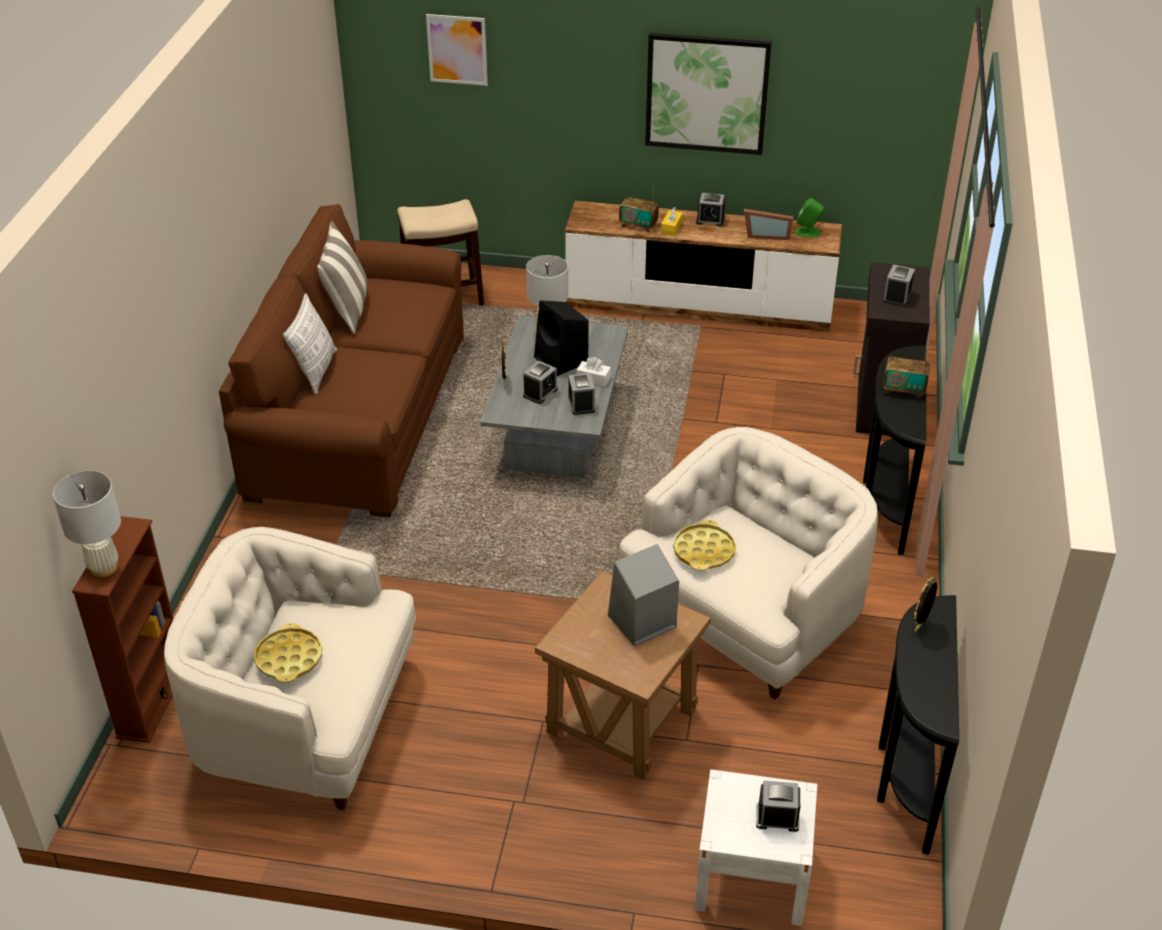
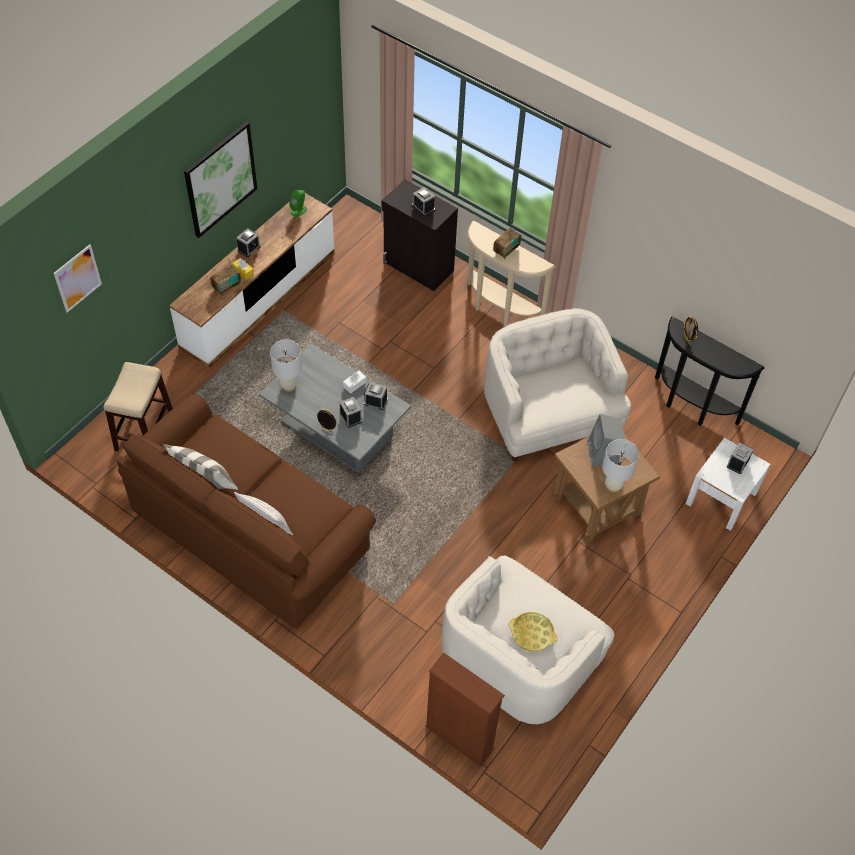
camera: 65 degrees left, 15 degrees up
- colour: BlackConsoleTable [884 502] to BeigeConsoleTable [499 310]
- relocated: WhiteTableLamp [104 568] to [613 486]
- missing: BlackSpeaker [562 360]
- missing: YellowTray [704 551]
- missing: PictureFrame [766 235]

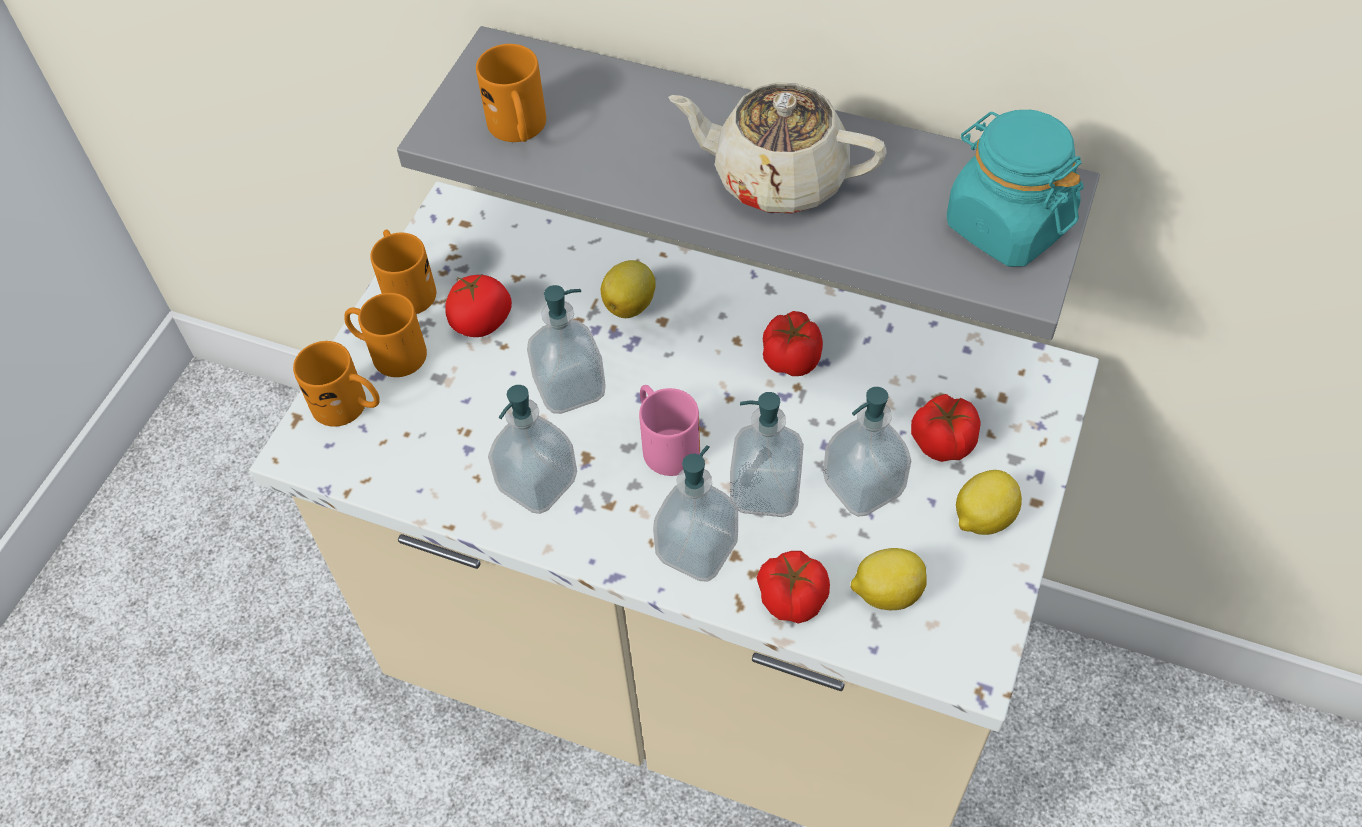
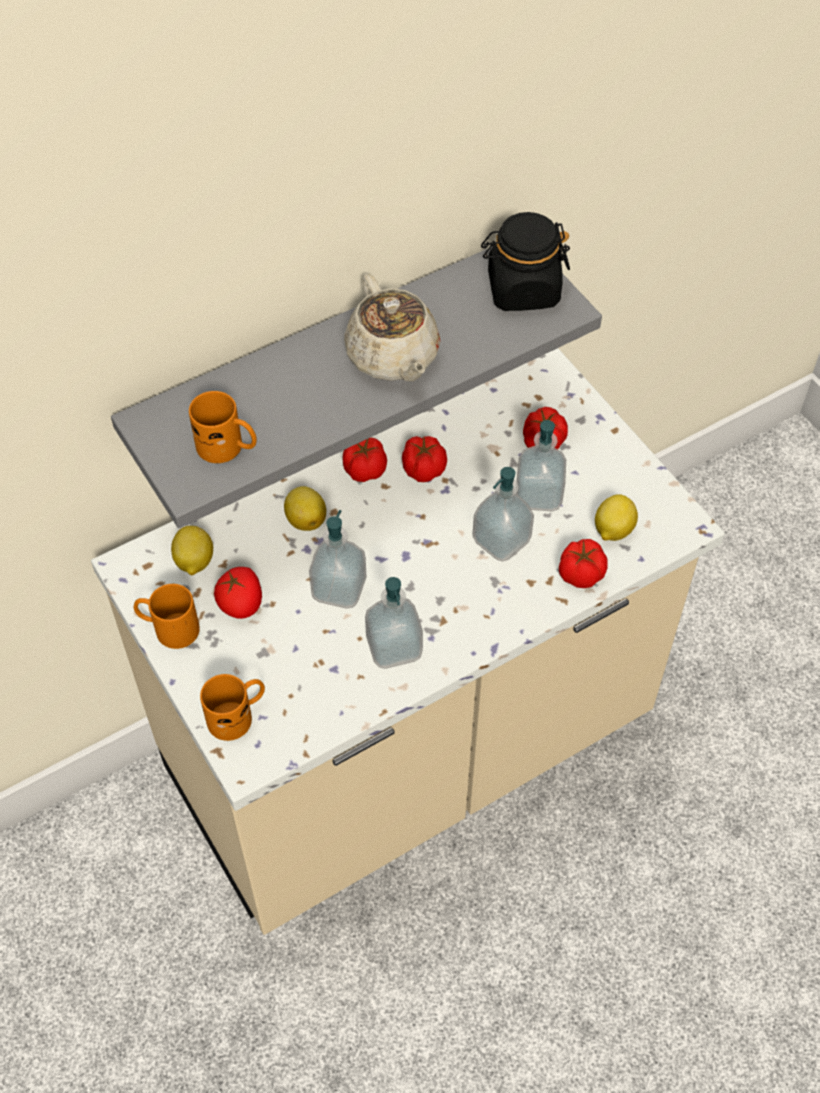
camera: 55 degrees left, 0 degrees up
- relocated: Lemon [982 518] to [194 562]
- appeared: Tomato [364 469]
- spun: BeigeTeapot [777 177] = [393 357] 75 degrees counterclockwise
- colour: TurquoiseJar [1006 225] to BlackJar [522 290]
- missing: OrangeMug [388 353]
- missing: PinkMug [664 443]
- missing: SoapDispenser [697 549]

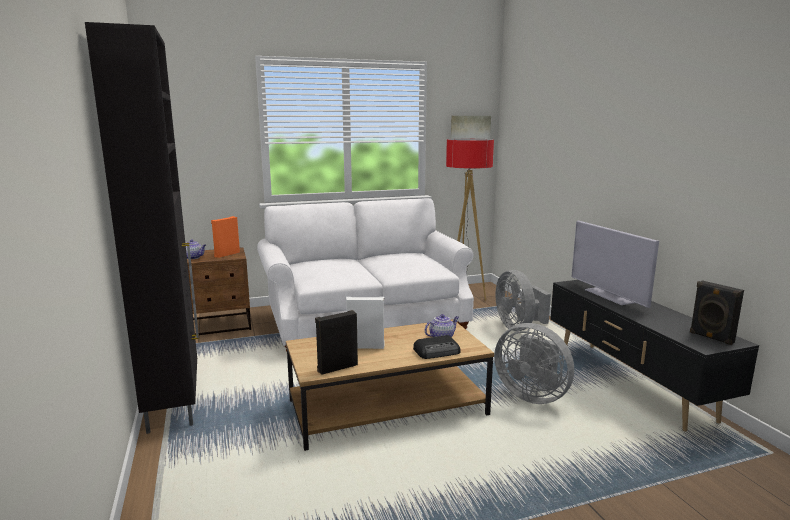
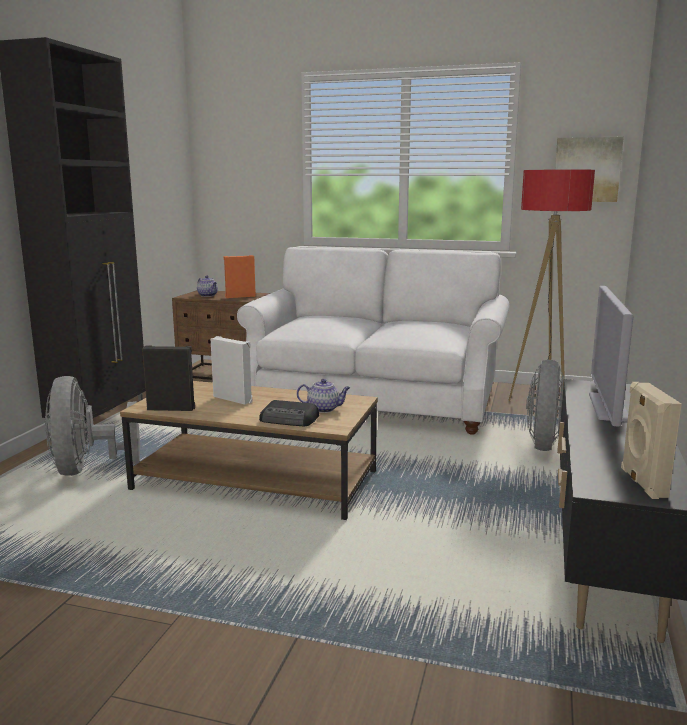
camera: 35 degrees right, 0 degrees up
- relocated: GreyFan [532 395] to [87 468]
- colour: BlackSpeaker [711 337] to BeigeSpeaker [641 483]

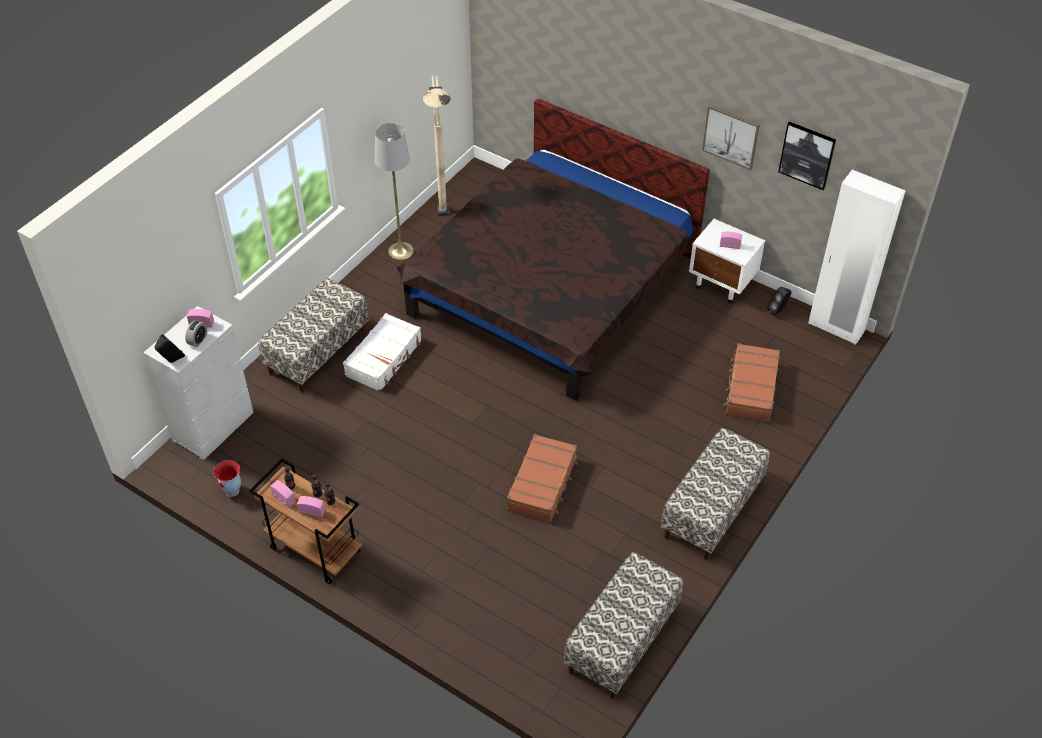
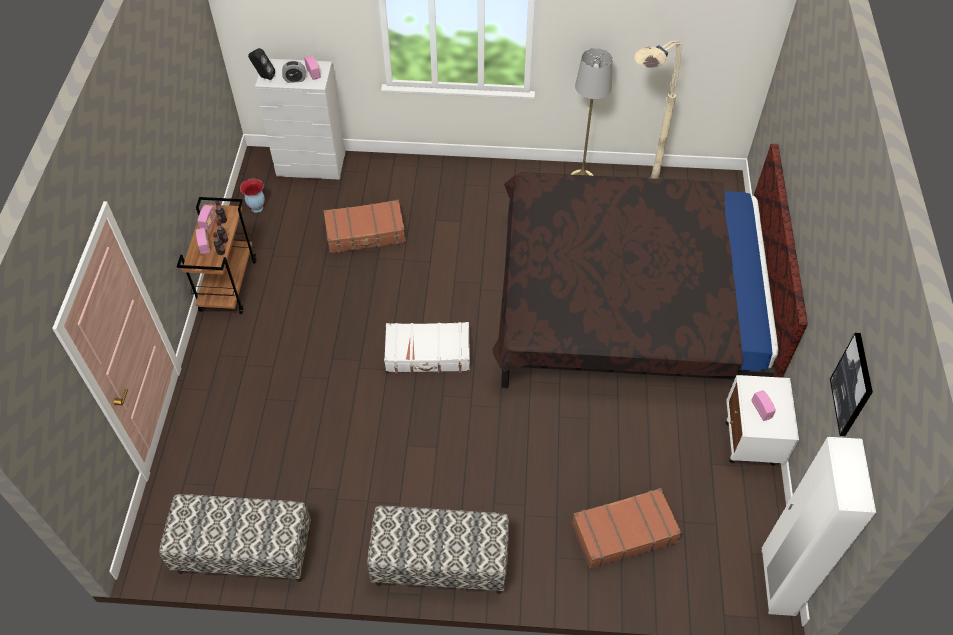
camera: 60 degrees right, 5 degrees up
- relocated: BrownSuitcase [543 484] to [365 233]
- relocated: WhiteSuitcase [384 358] to [428 354]
- missing: Bench [318 352]
- missing: Picture [731 136]
- missing: BlackSpeaker [778 311]

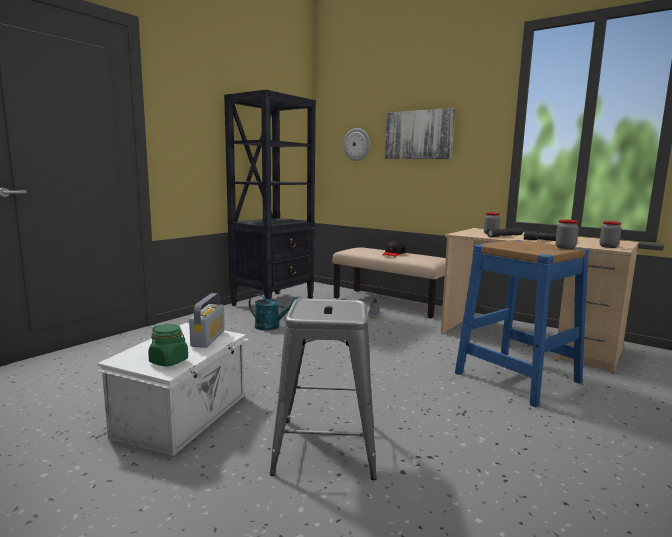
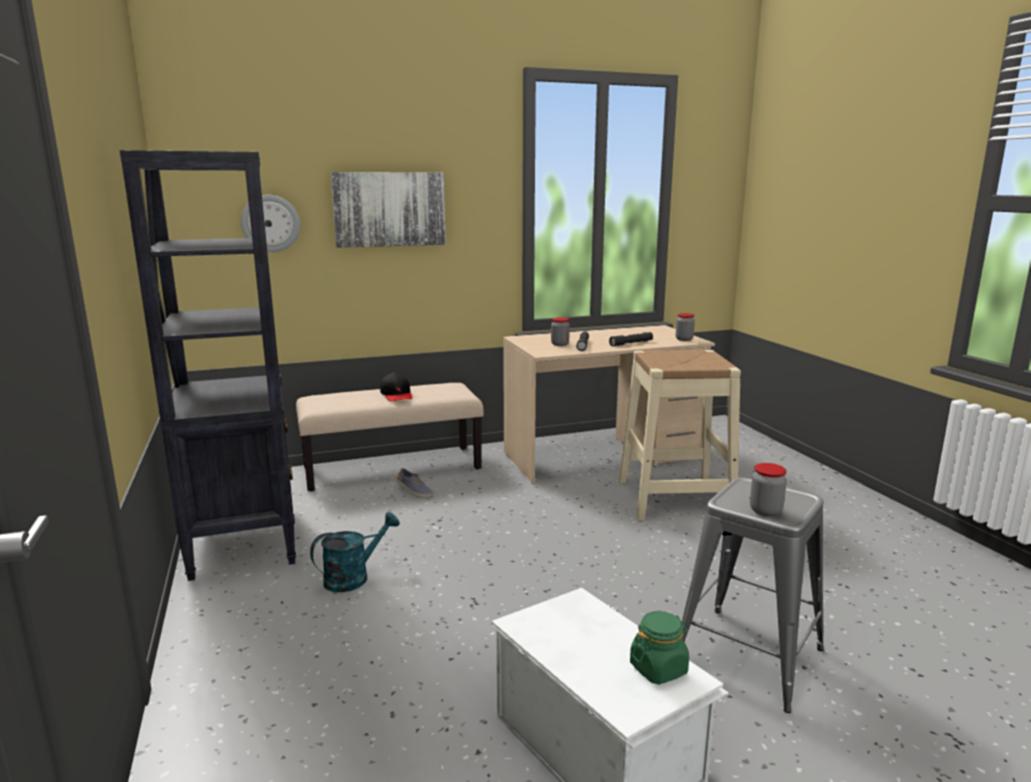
camera: 55 degrees left, 5 degrees up
- colour: BlueStool [517 377] to BeigeStool [674 498]
- relocated: Jar [565 248] to [765 511]
- missing: Radio [208 338]

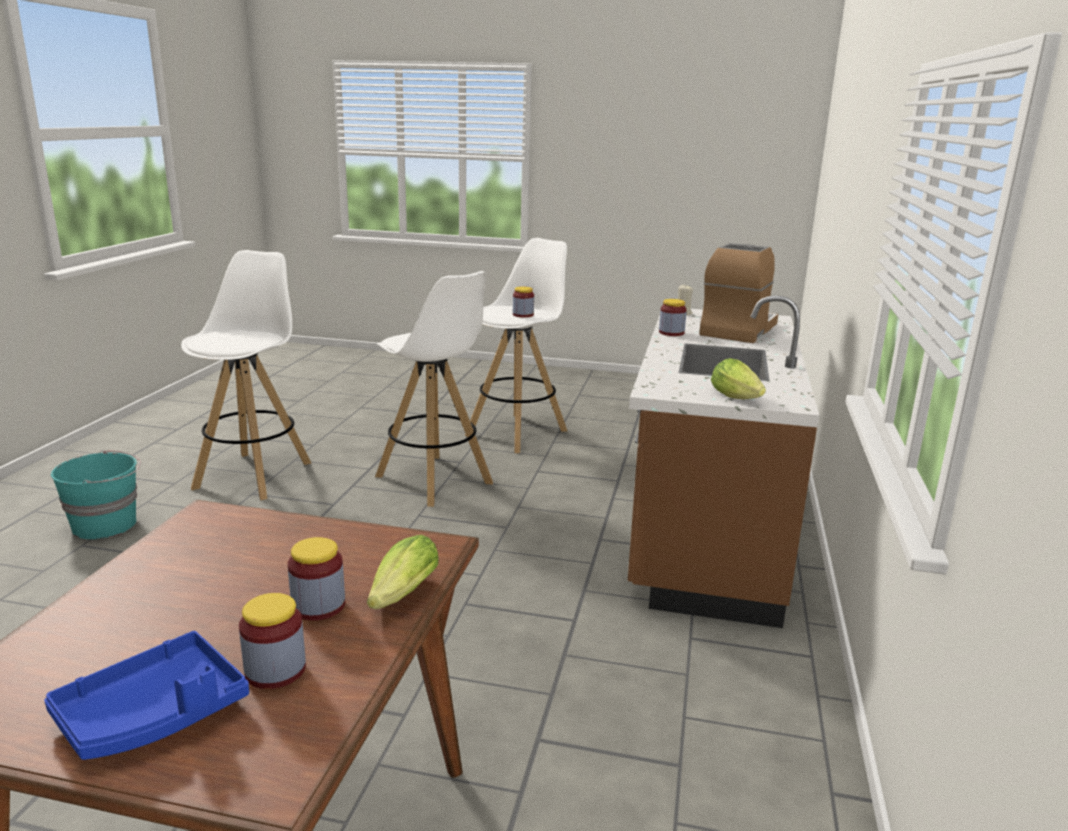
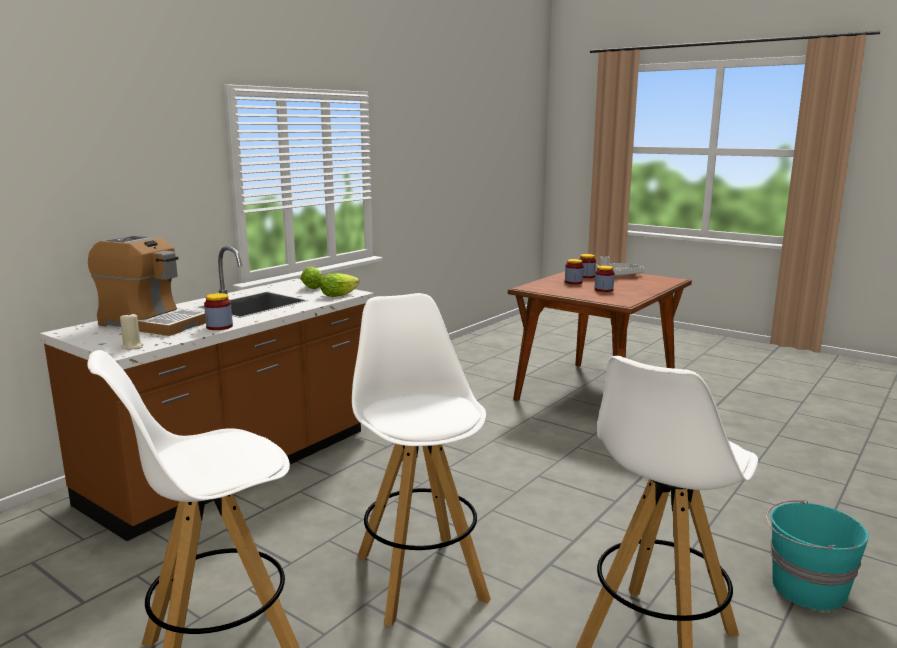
camera: 155 degrees left, 5 degrees down
- spun: CoffeeMachine [738 330] = [152 323] 120 degrees counterclockwise
- relocated: Lettuce [400 598] to [341 294]
- relocated: Jar [523 315] to [603 290]
- colour: BlueTray [154 714] to GreyTray [617 275]

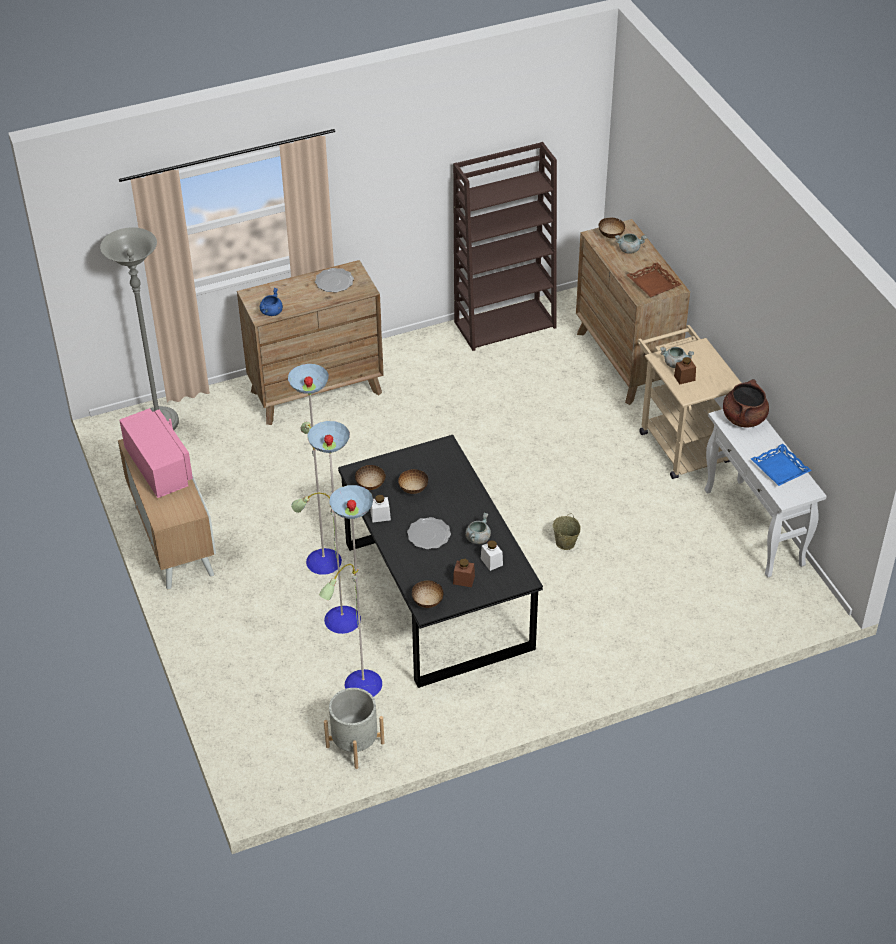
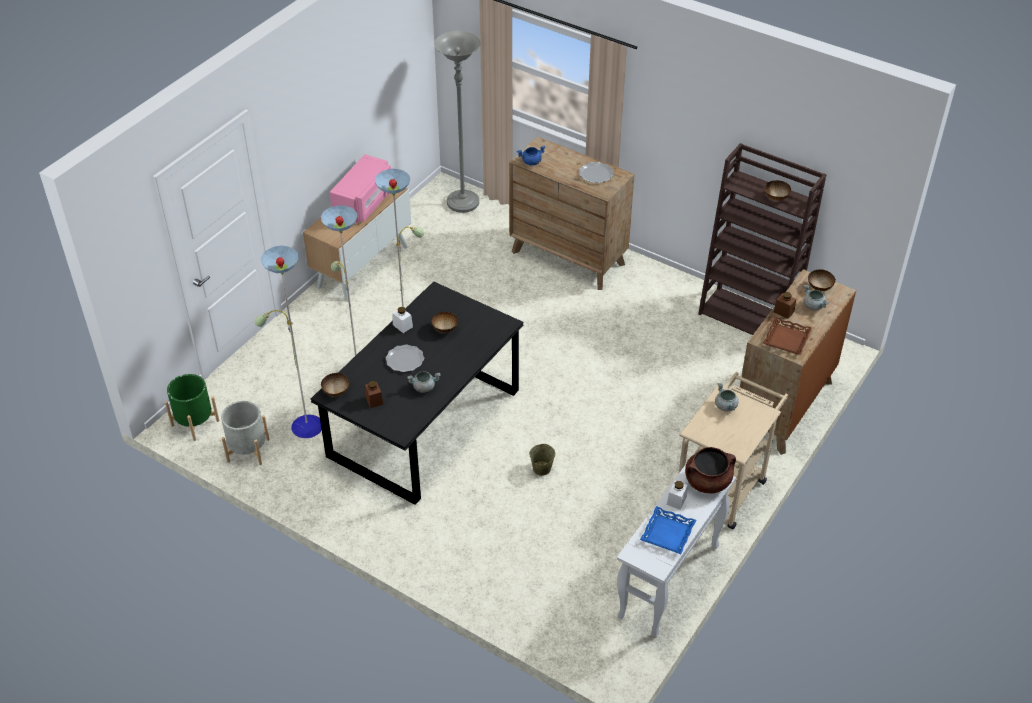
camera: 55 degrees right, 0 degrees up
- appeared: GreenPlanter [195 423]
- relocated: WhiteJar [491 562] to [676 500]
- relocated: Bowl [370 485] to [775 198]
- relocated: BrownJar [684 378] to [783 312]

